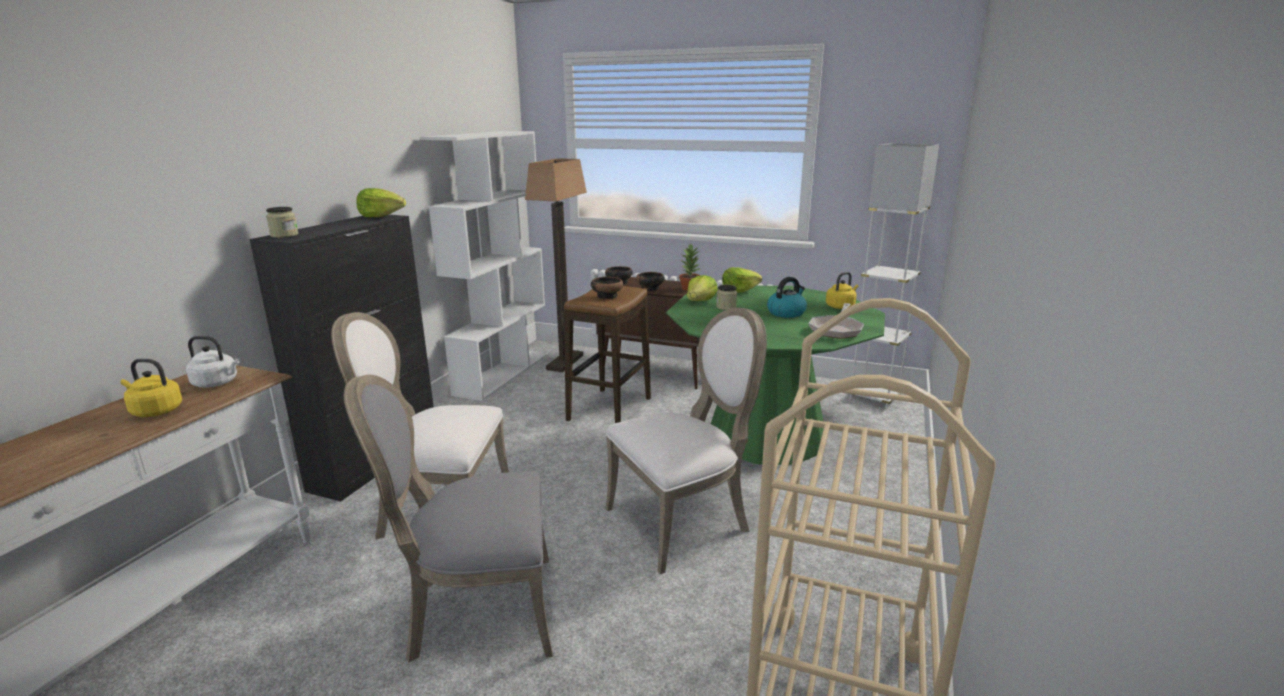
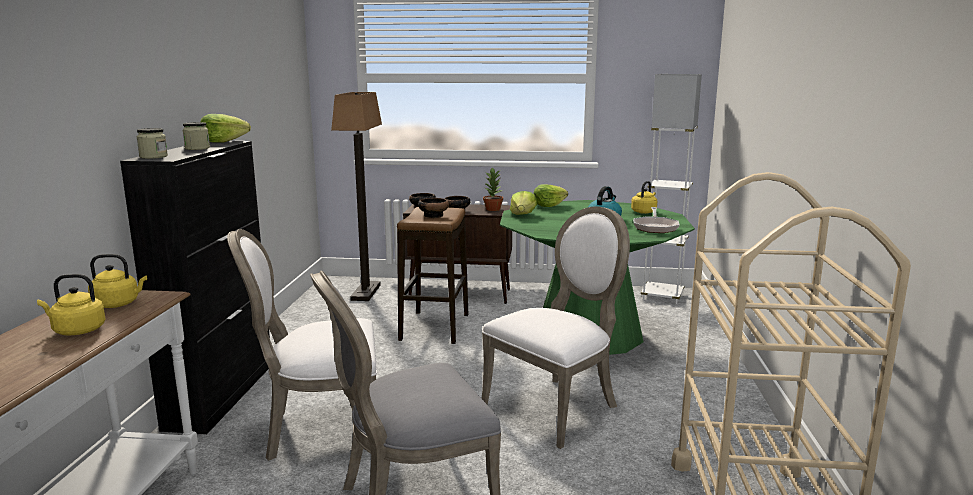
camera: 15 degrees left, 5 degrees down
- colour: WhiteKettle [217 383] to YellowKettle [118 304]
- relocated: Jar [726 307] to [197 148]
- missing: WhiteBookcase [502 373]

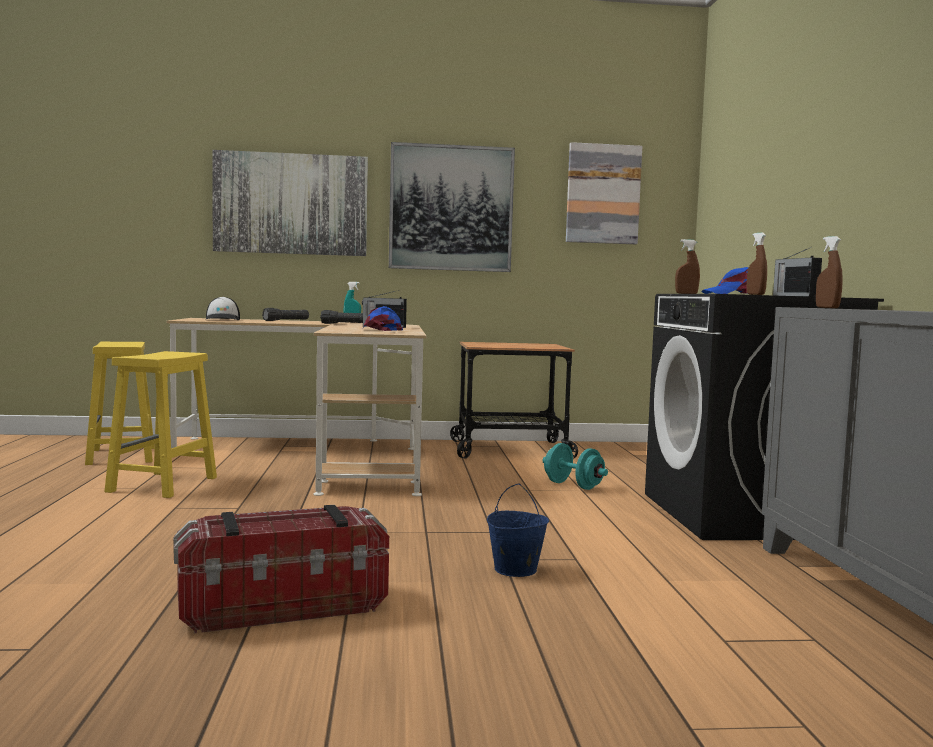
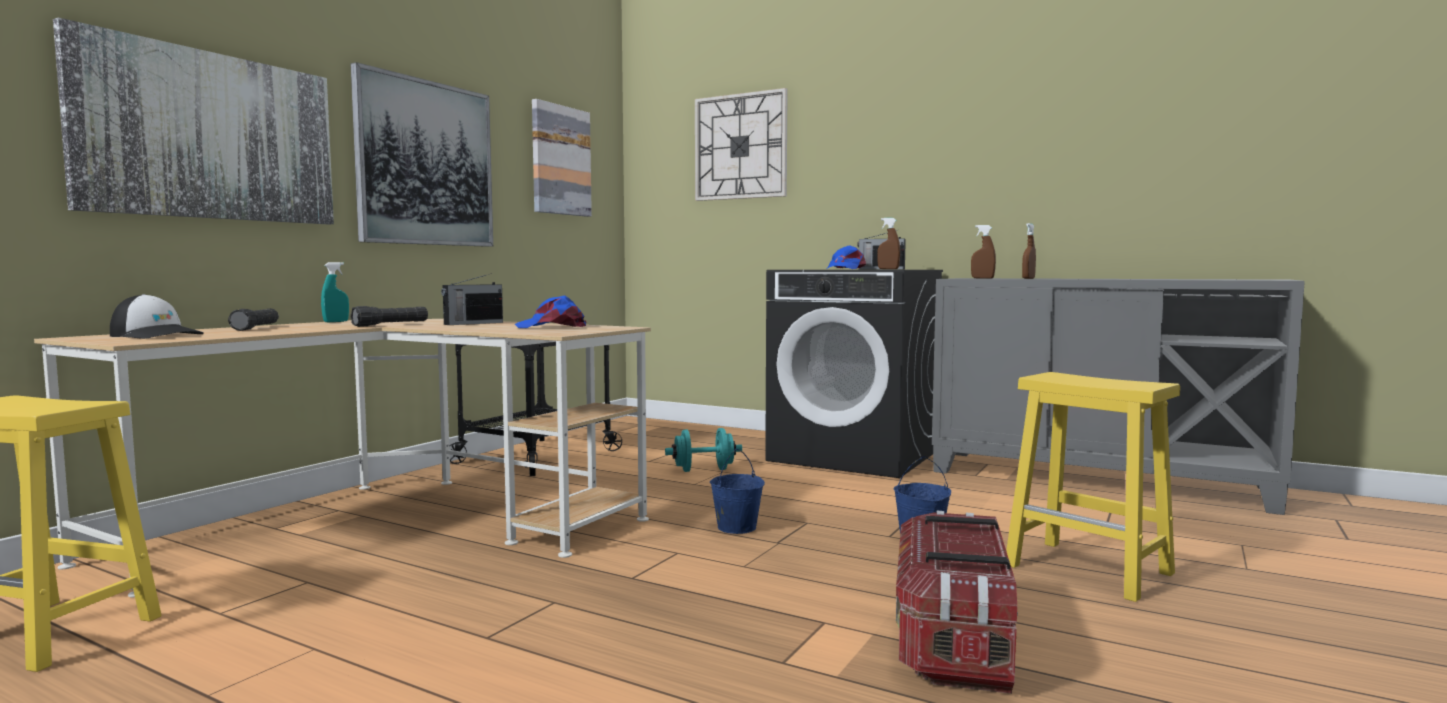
camera: 55 degrees left, 0 degrees up
- appeared: WallClock [740 146]
- appeared: BlueBucket [736 527]
- relocated: YellowStool [162 485] to [1091 570]
- relocated: BrownSprayBottle [686 293] to [1028 278]

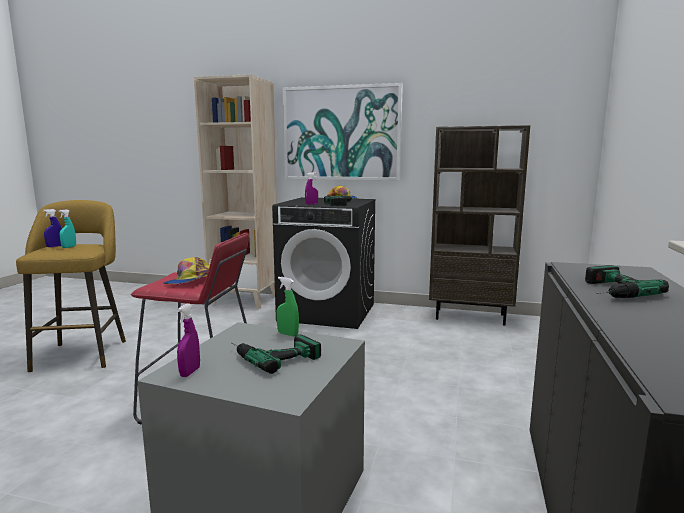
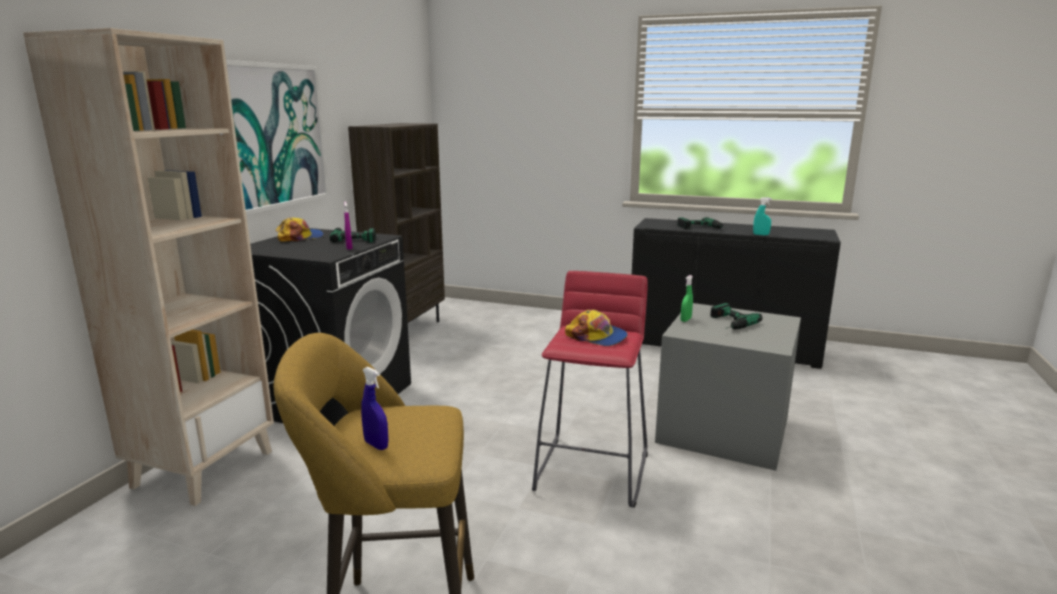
camera: 85 degrees left, 5 degrees up
- relocated: TurquoiseSprayBottle [69 247] to [761 234]
- missing: PurpleSprayBottle [190 372]

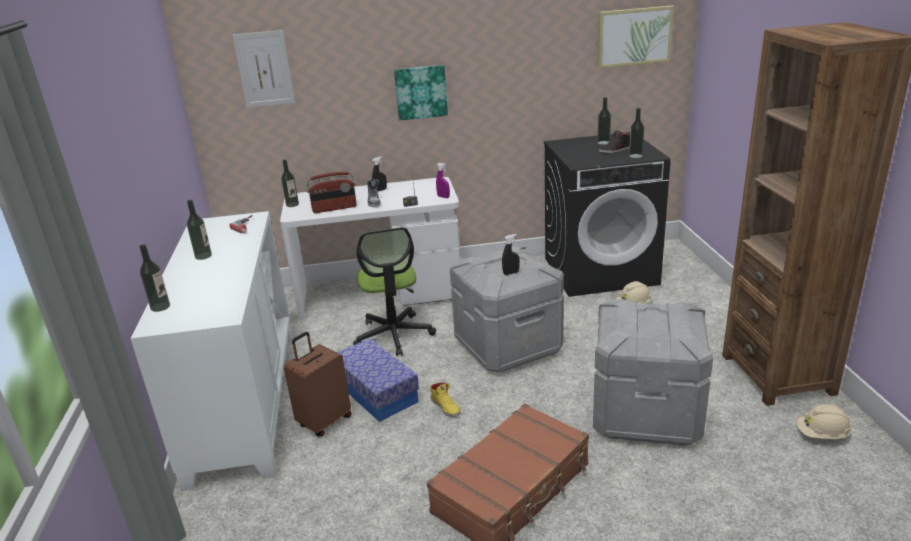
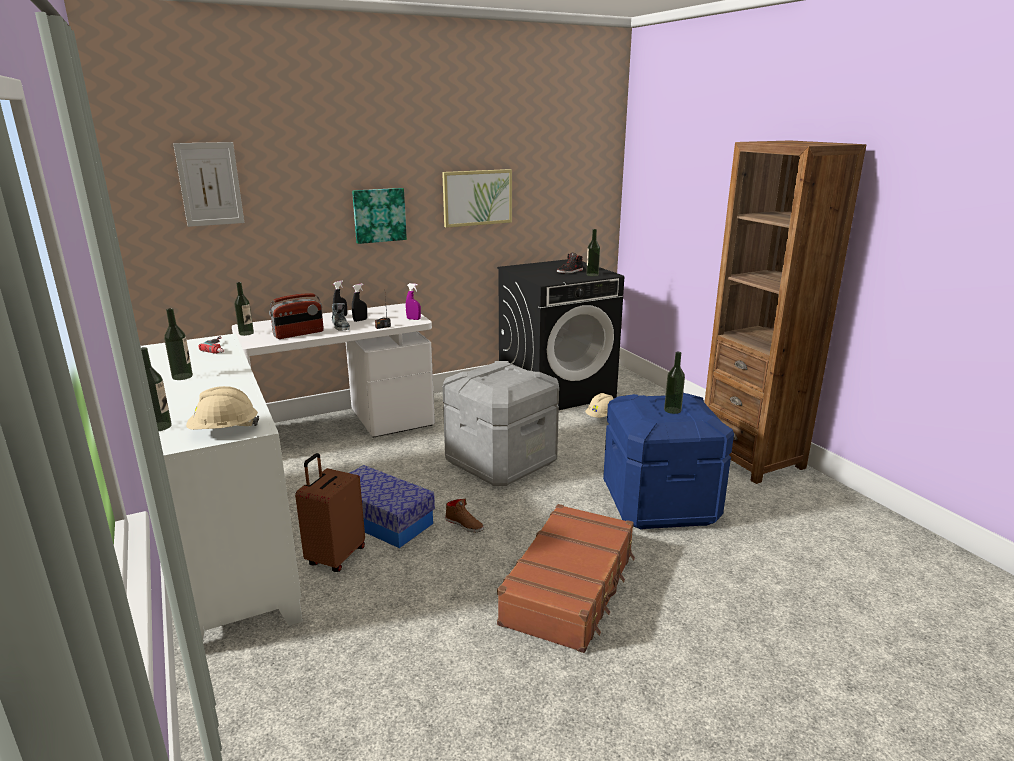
camera: 20 degrees left, 5 degrees down
- relocated: BeigeHardHat [822 435] to [224 430]
- relocated: BlackSprayBottle [511 273] to [360 320]
- relocated: Picture [634 36] to [477 197]
- colour: YellowShoe [445 407] to BrownShoe [464 524]
- colour: GreyStorageBox [645 413] to BlueStorageBox [658 503]
- relocated: Bottle [603 142] to [672 410]
- missing: OfficeChair [394 335]

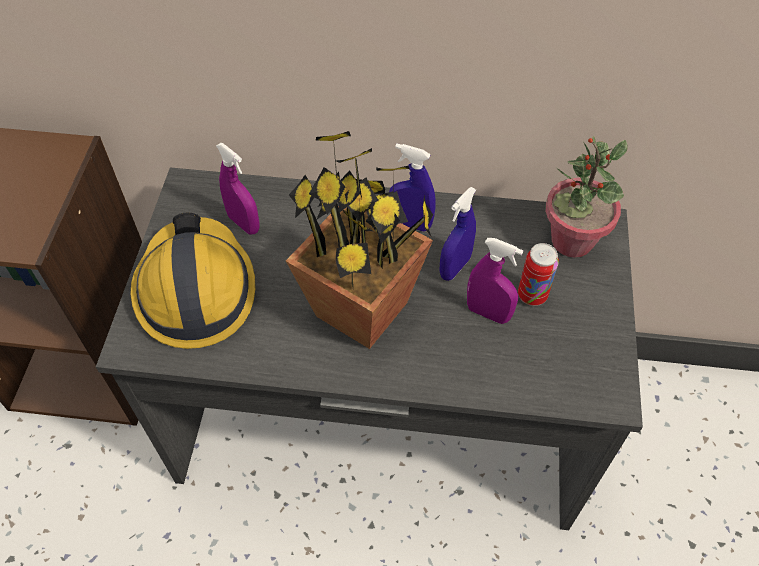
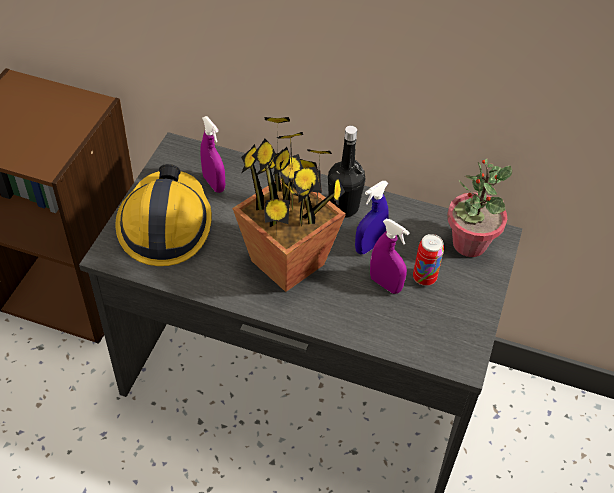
camera: 10 degrees right, 5 degrees down
- exchanged: BlueSprayBottle [410 223] to BlackBottle [343 207]

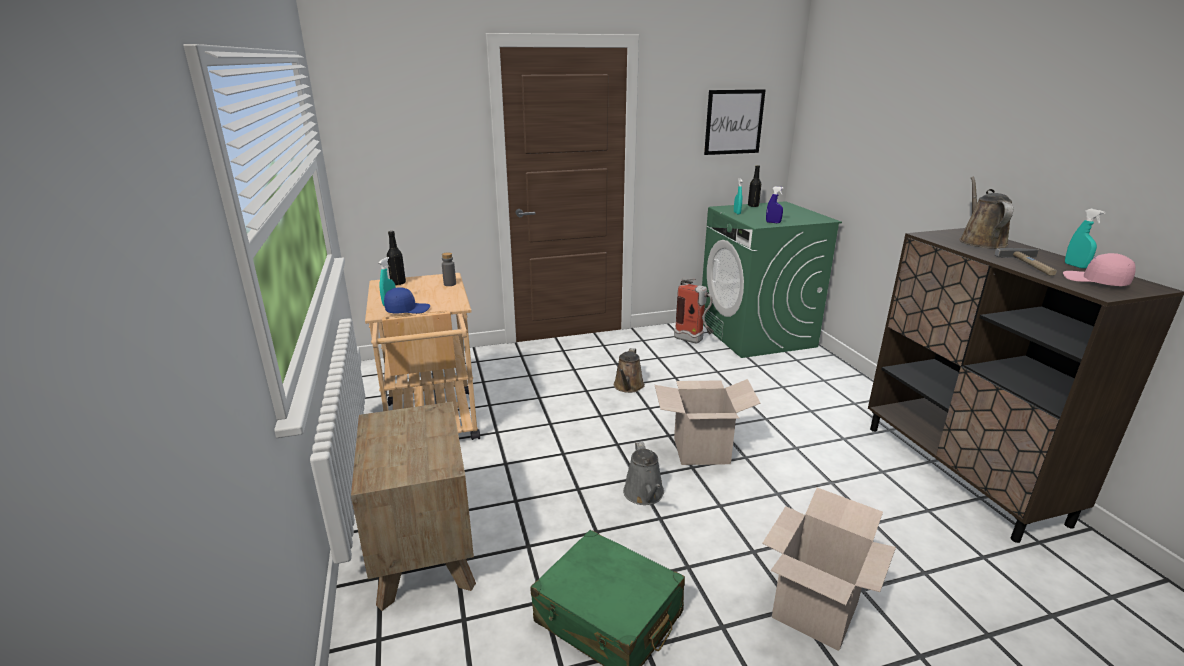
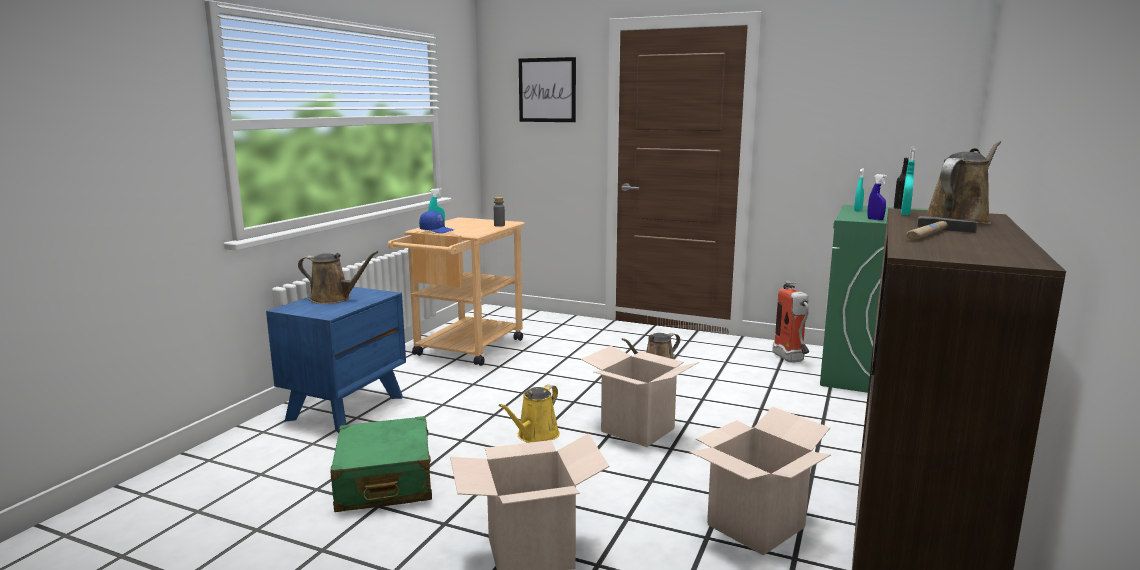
camera: 40 degrees right, 10 degrees down
- colour: BrownNightstand [424 554] to BlueNightstand [346 407]
- appeared: BrownWateringCan [334 299]
- colour: GreyWateringCan [644 495] to YellowWateringCan [535 436]
- relocated: Picture [734 122] to [547 90]
- appeared: CardboardBox [755 526]
- relocated: TurquoiseSprayBottle [1075 266] to [905 214]
- missing: BlackBottle [398 283]
- missing: PinkCap [1095 281]

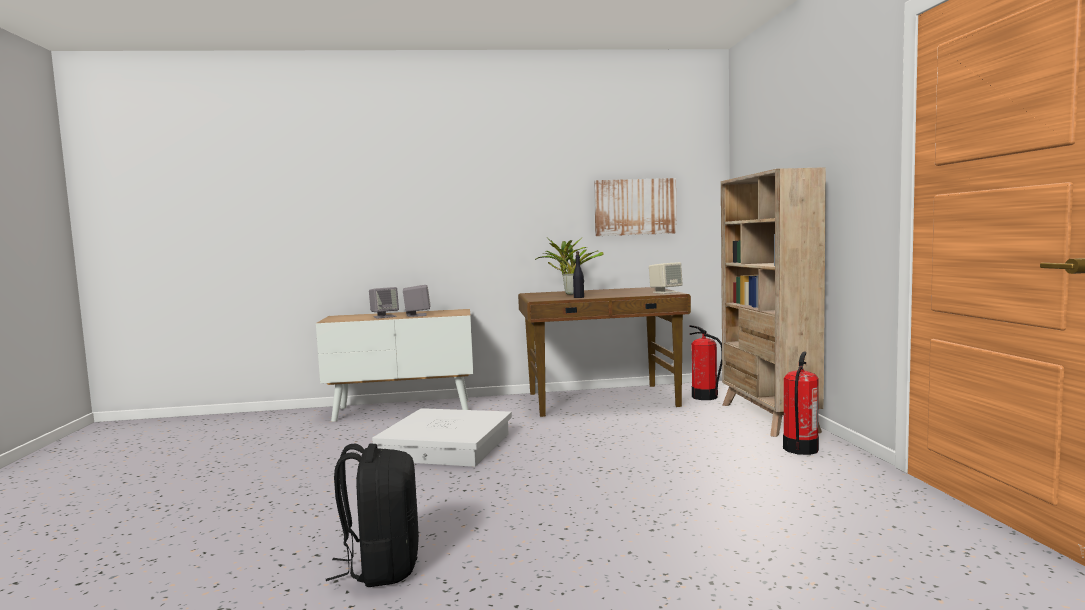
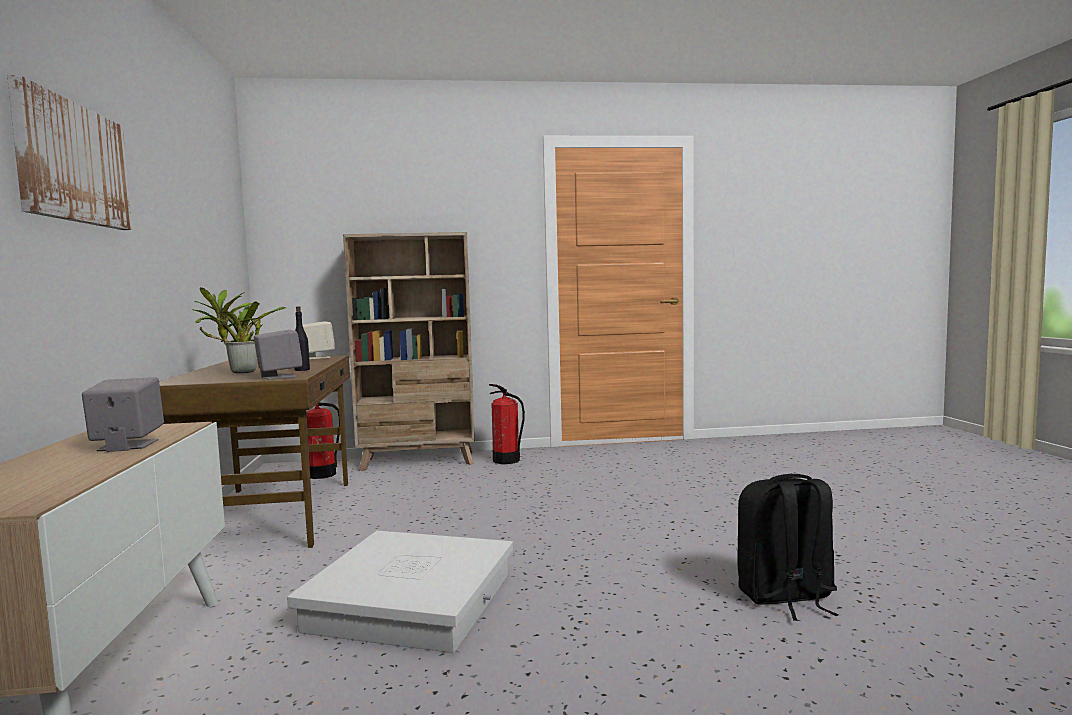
camera: 90 degrees left, 0 degrees up
- relocated: Picture [635 207] to [73 163]
- relocated: GreySpeaker [384 316] to [279 376]

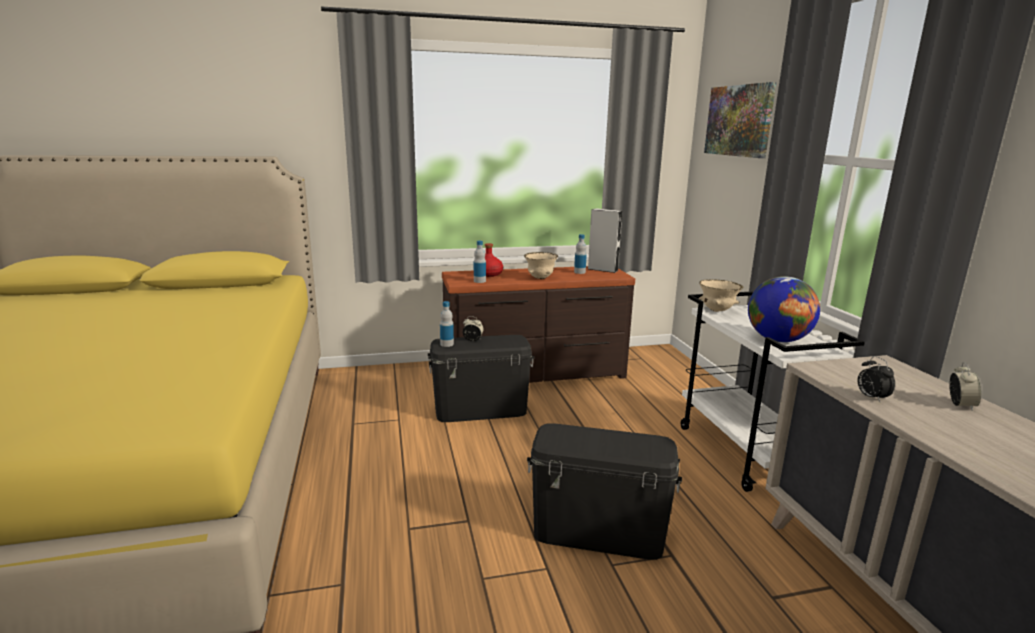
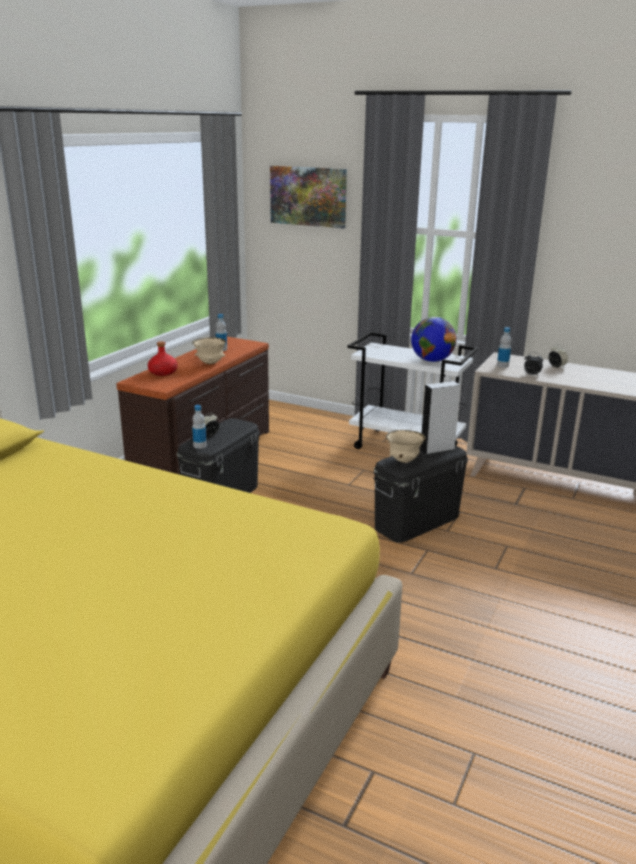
camera: 50 degrees left, 5 degrees up
- relocated: BeigeBowl [717 311] to [404 461]
- relocated: GreySpeaker [602 269] to [437 449]
- relocated: Bottle [479 281] to [502 365]

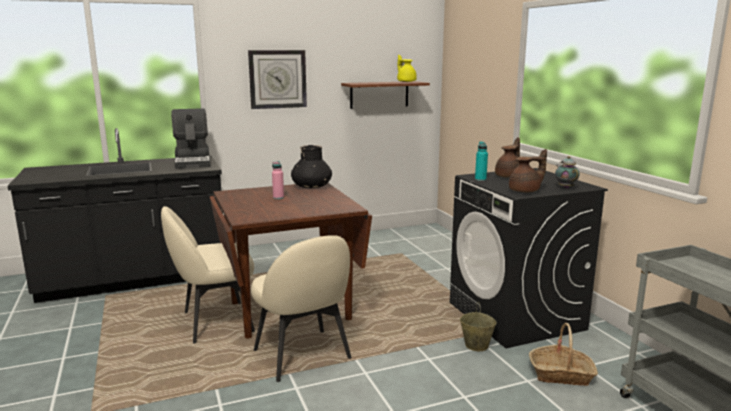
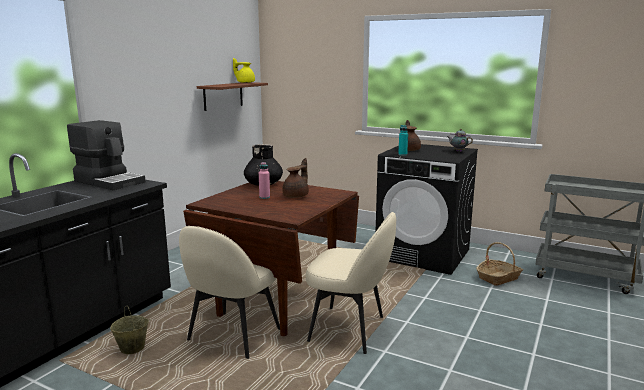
camera: 40 degrees left, 0 degrees up
- relocated: BeigeBucket [476 345] to [132 349]
- relocated: BrownTeapot [525 191] to [296 196]
- missing: WallClock [277 79]

